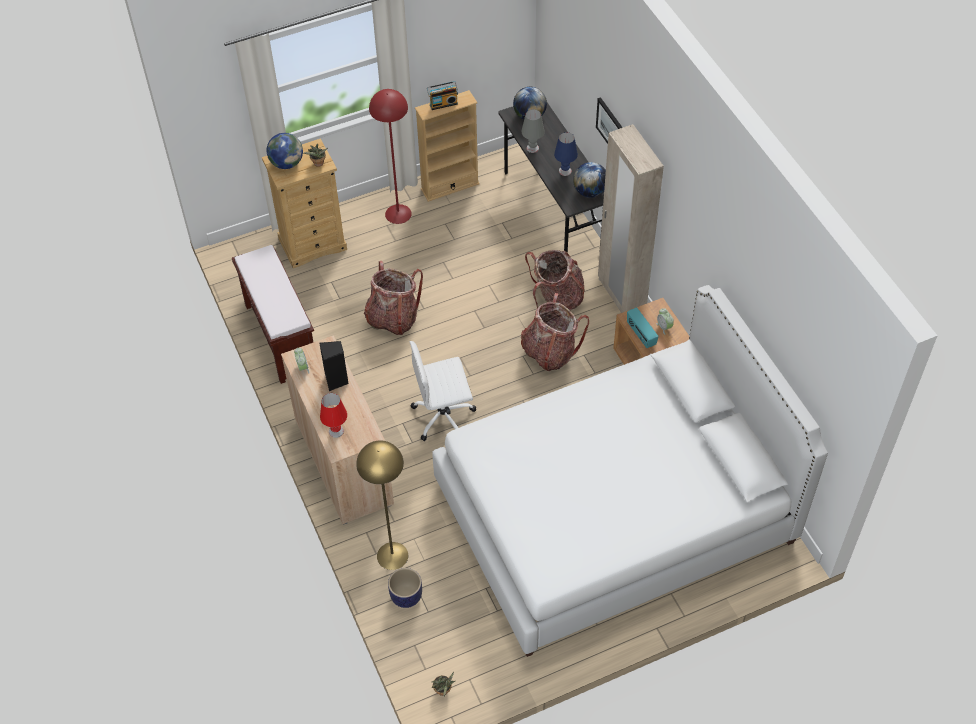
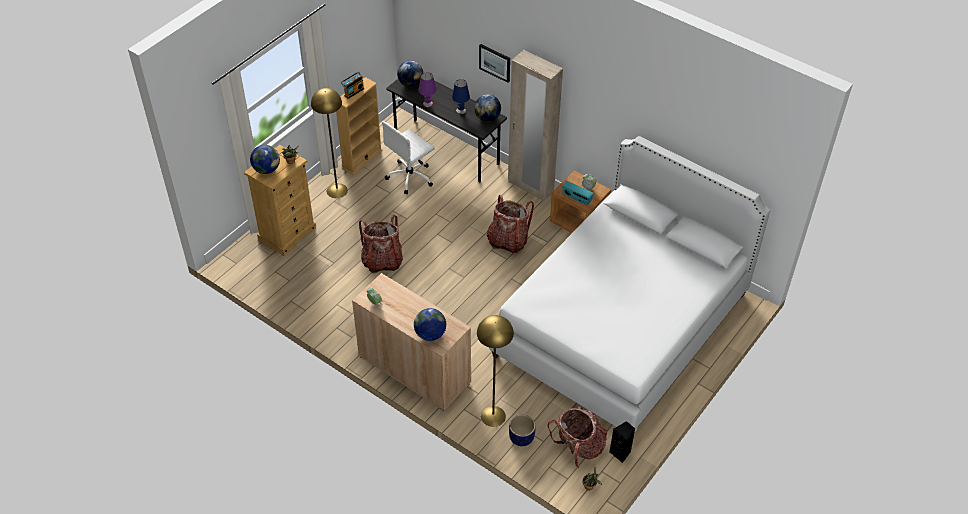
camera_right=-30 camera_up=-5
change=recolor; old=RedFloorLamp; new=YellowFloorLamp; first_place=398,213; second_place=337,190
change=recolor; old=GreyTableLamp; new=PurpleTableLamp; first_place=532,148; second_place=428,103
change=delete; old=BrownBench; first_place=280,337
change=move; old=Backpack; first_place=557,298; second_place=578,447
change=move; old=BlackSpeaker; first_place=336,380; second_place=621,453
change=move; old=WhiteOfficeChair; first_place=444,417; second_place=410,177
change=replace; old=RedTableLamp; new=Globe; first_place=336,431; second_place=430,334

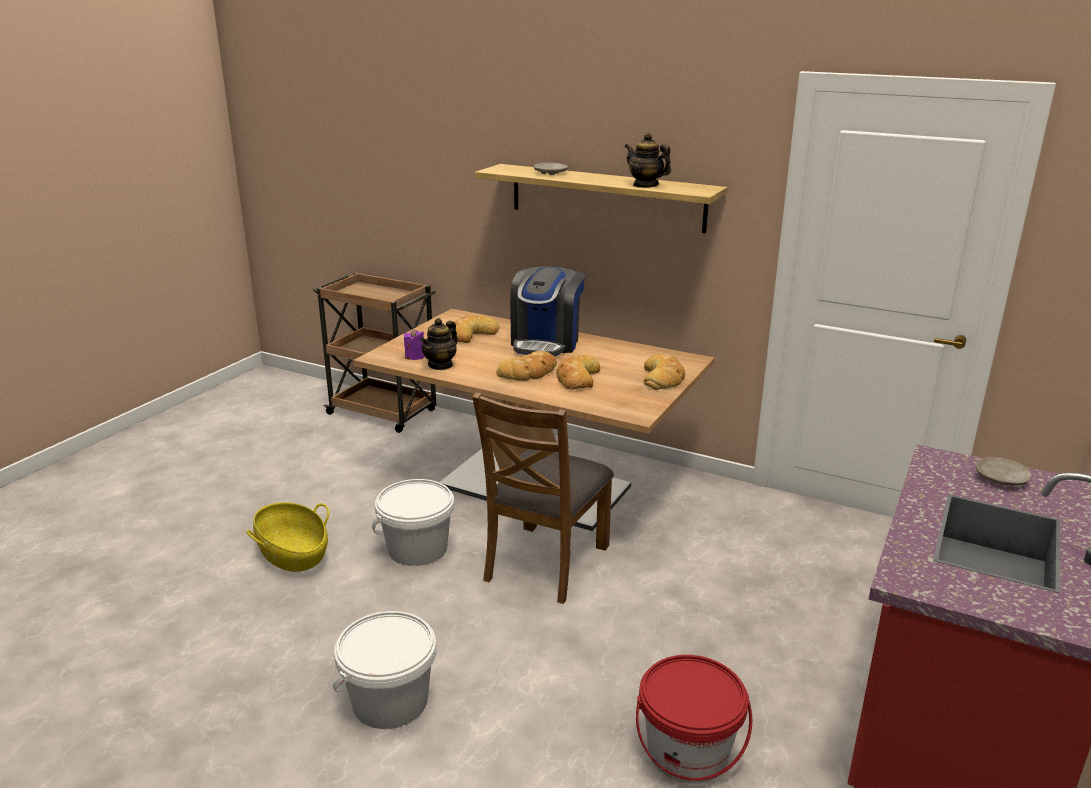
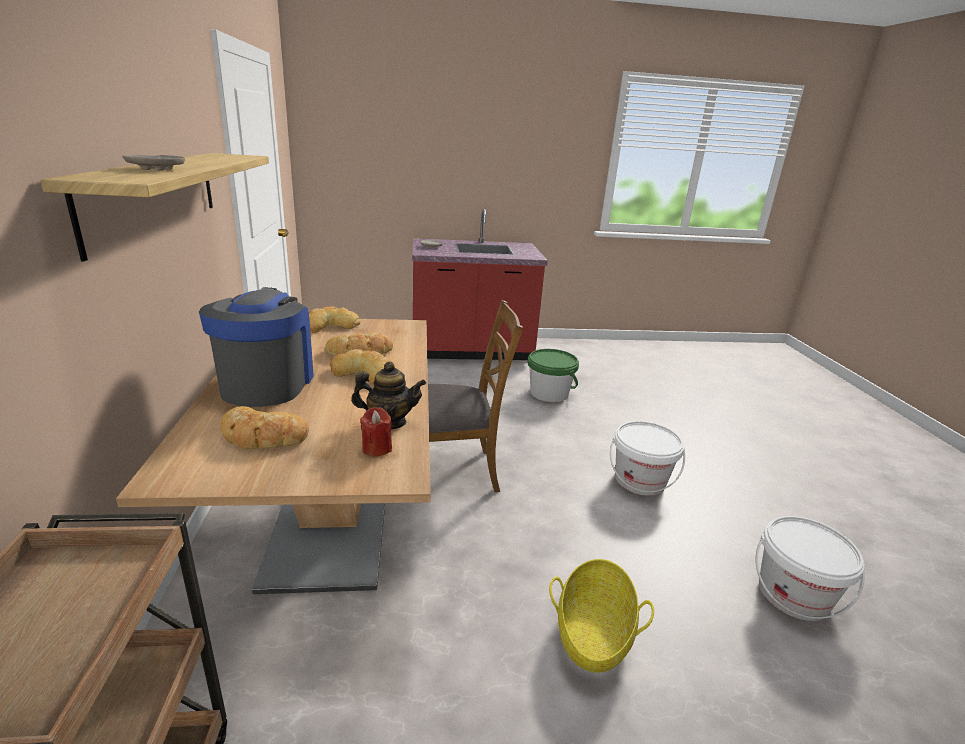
camera_right=-125 camera_up=0
change=delete; old=Teapot; first_place=645,185
change=rotate; old=CoffeeMachine; first_place=546,343; second_place=267,383; degrees=-75
change=recolor; old=PurpleCandle; new=RedCandle; first_place=415,356; second_place=377,448
change=move; old=WhiteBucket; first_place=417,549; second_place=793,595
change=recolor; old=RedBucket; new=GreenBucket; first_place=688,752; second_place=549,393

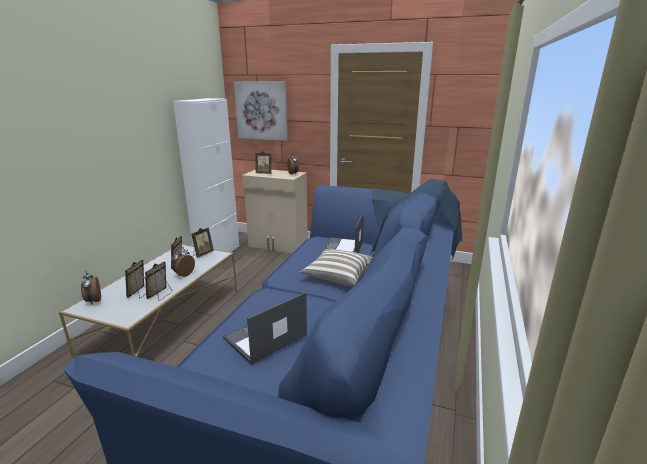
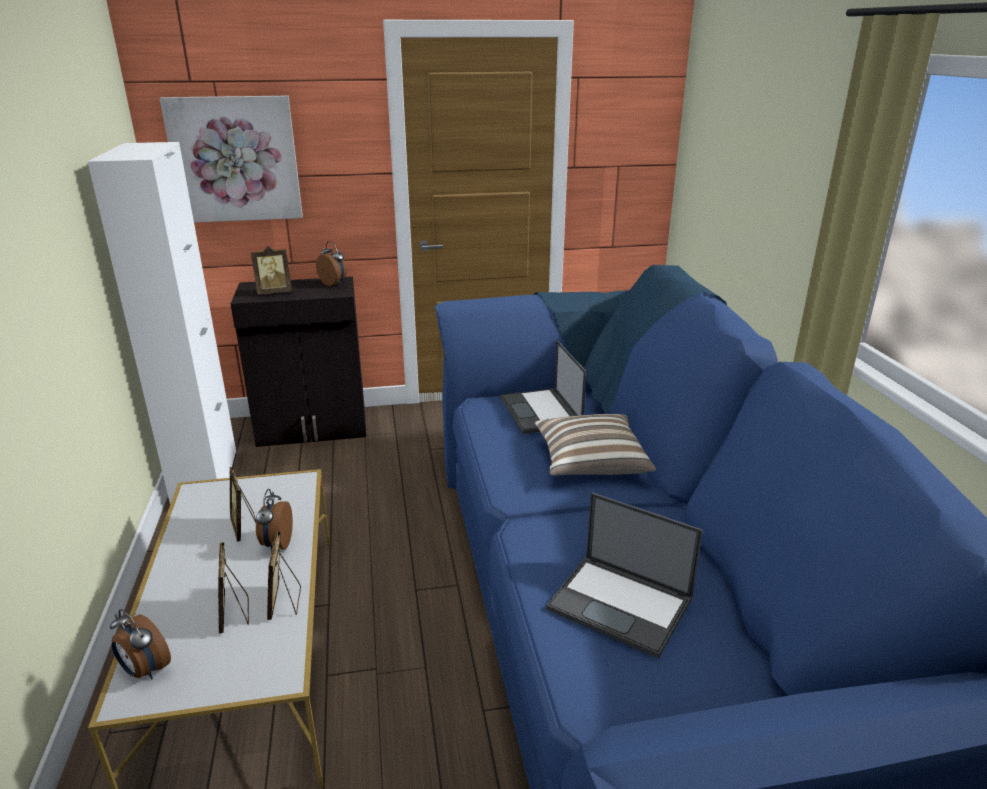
camera_right=-30 camera_up=5
change=recolor; old=BeigeCabinet; new=BlackCabinet; first_place=278,245; second_place=313,429
change=delete; old=PictureFrame; first_place=202,254
change=rotate; old=Laptop; first_place=265,337; second_place=621,604; degrees=-75

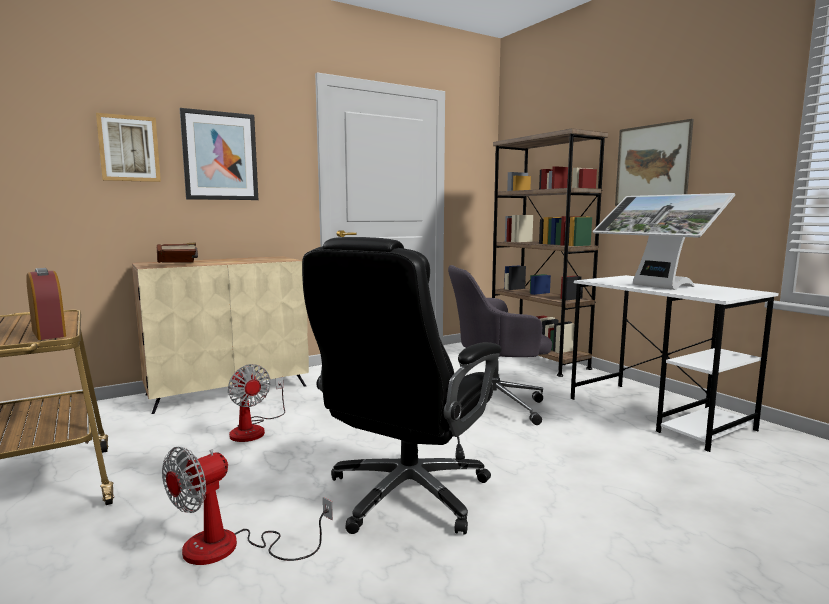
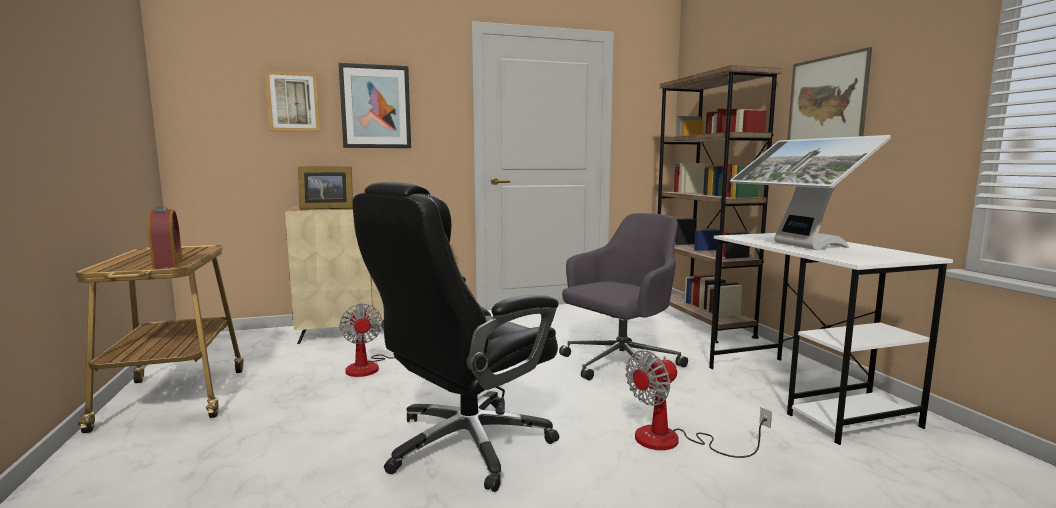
camera_right=15 camera_up=0
change=replace; old=BrownBook; new=PictureFrame; first_place=178,265; second_place=325,208
change=rotate; old=GreyOfficeChair; first_place=495,404; second_place=619,366; degrees=135
change=move; old=Fan; first_place=230,548; second_place=674,441

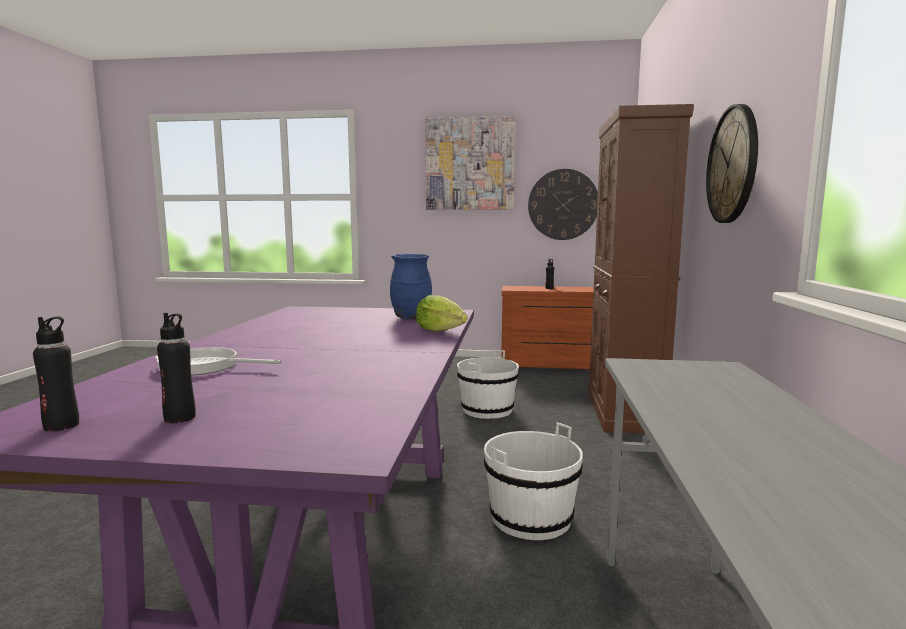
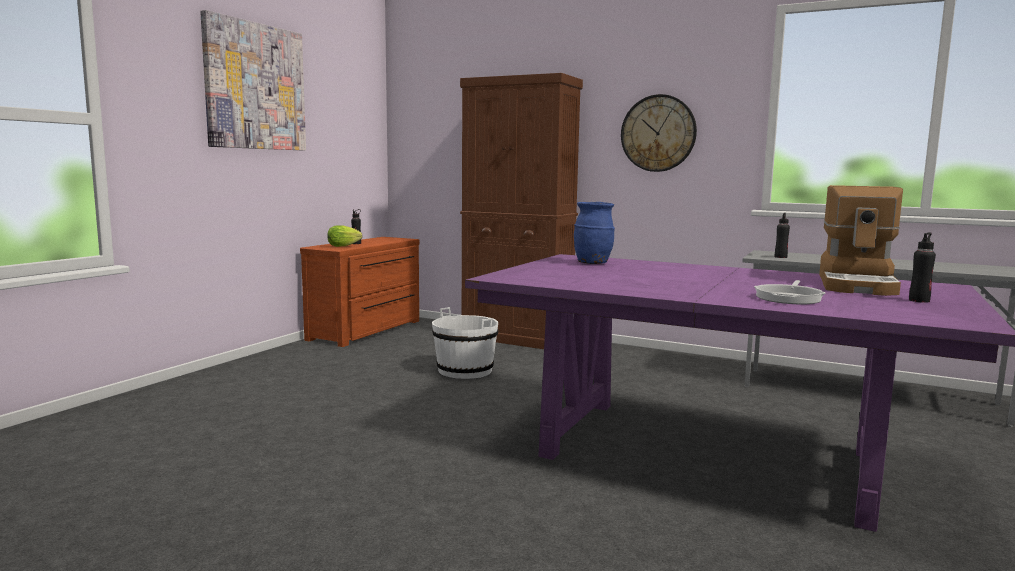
camera_right=-70 camera_up=0
change=delete; old=WallClock; first_place=563,204
change=move; old=Lettuce; first_place=440,331; second_place=343,246
change=move; old=BlackBottle; first_place=61,425; second_place=780,257
change=delete; old=WhiteBucket; first_place=531,518
change=insert; new=CoffeeMachine; second_place=858,285

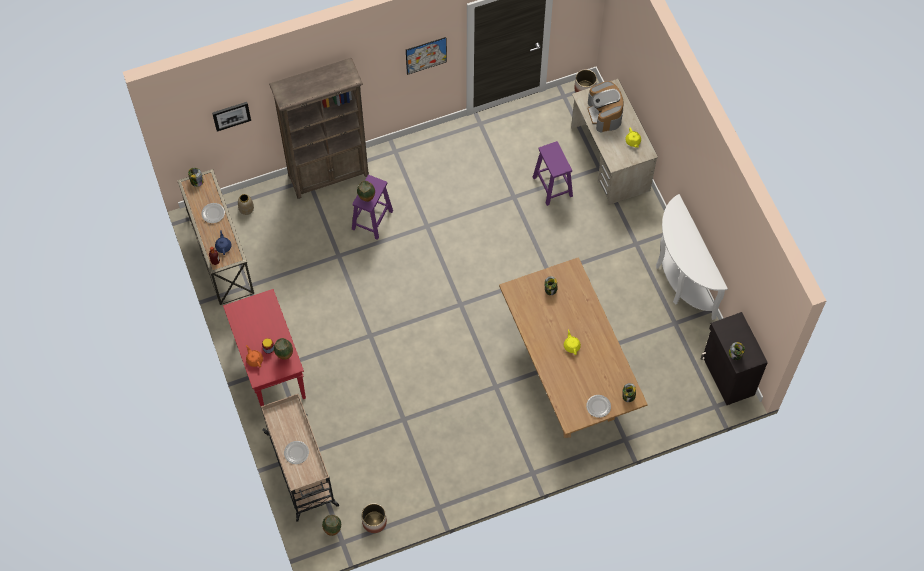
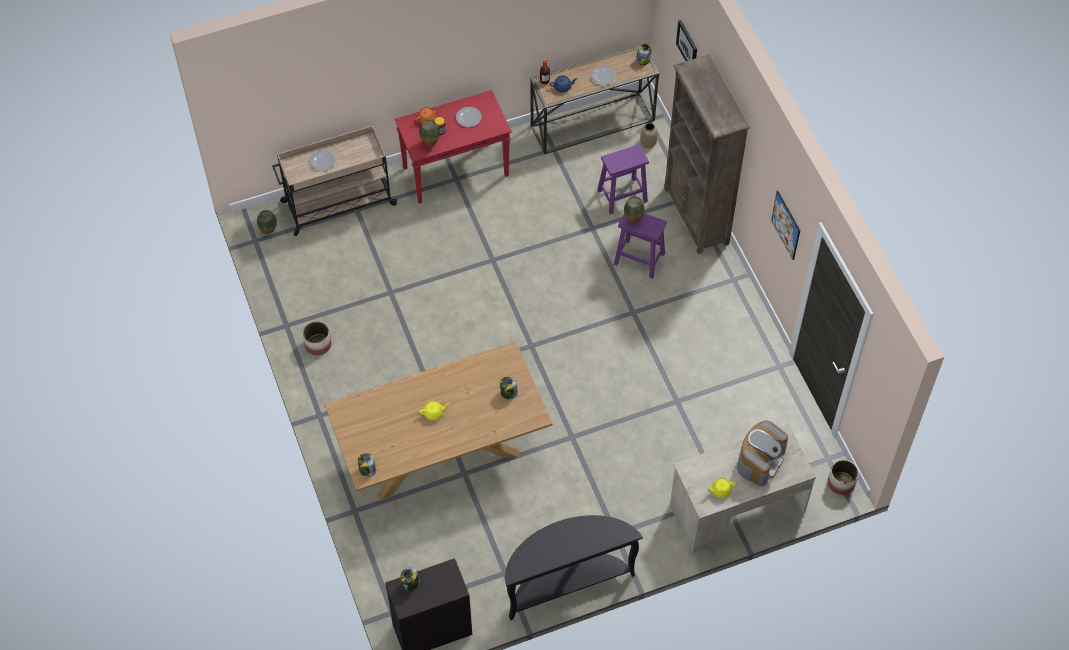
camera_right=90 camera_up=-5
change=rotate; old=CoffeeMachine; first_place=605,114; second_place=760,460; degrees=135
change=move; old=PurpleStool; first_place=552,186; second_place=623,195
change=recolor; old=WhiteConsoleTable; new=BlackConsoleTable; first_place=680,279; second_place=566,582
change=move; old=Plate; first_place=598,406; second_place=468,118
change=move; old=Planter; first_place=374,522; second_place=318,345

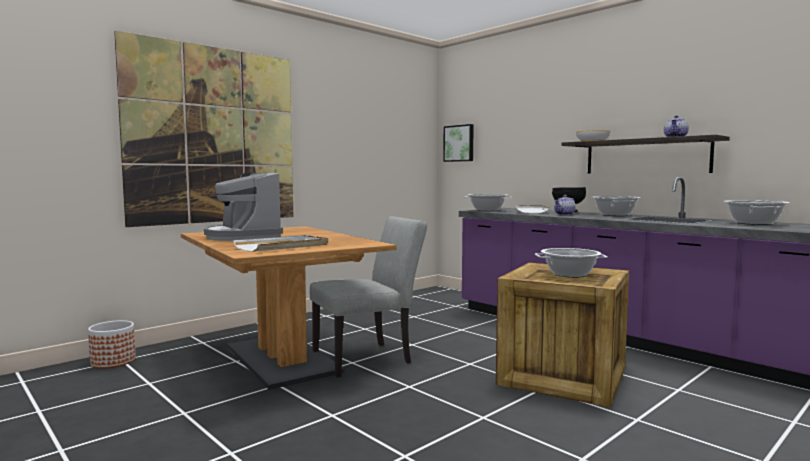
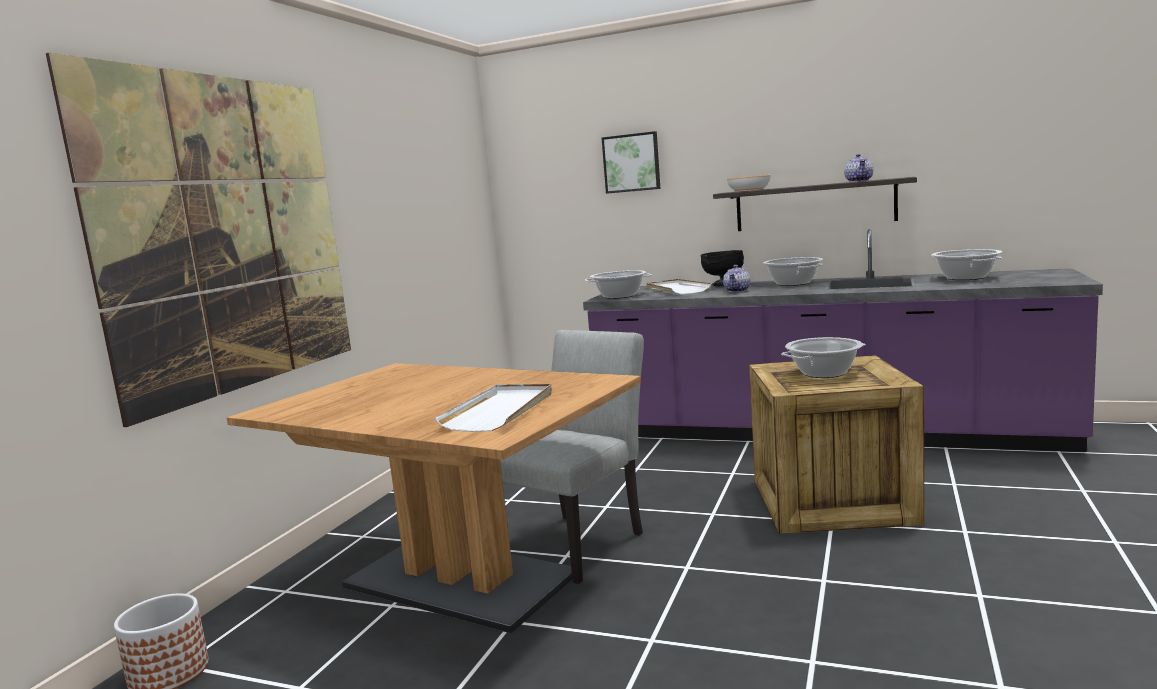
camera_right=-25 camera_up=5
change=move; old=Picture; first_place=459,143; second_place=631,163
change=delete; old=CoffeeMachine; first_place=242,236

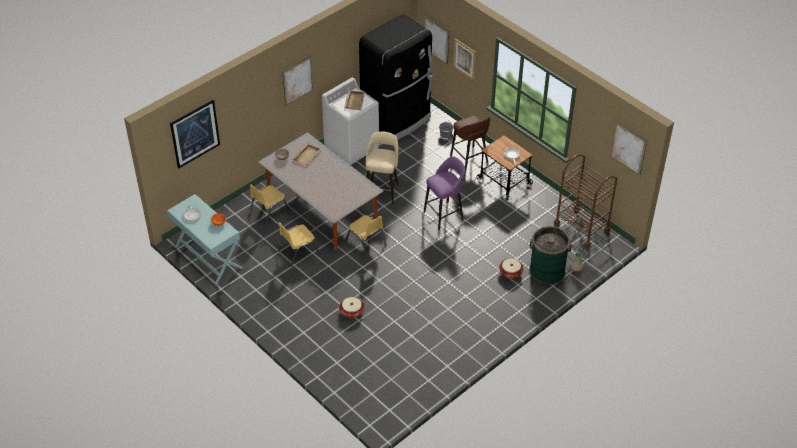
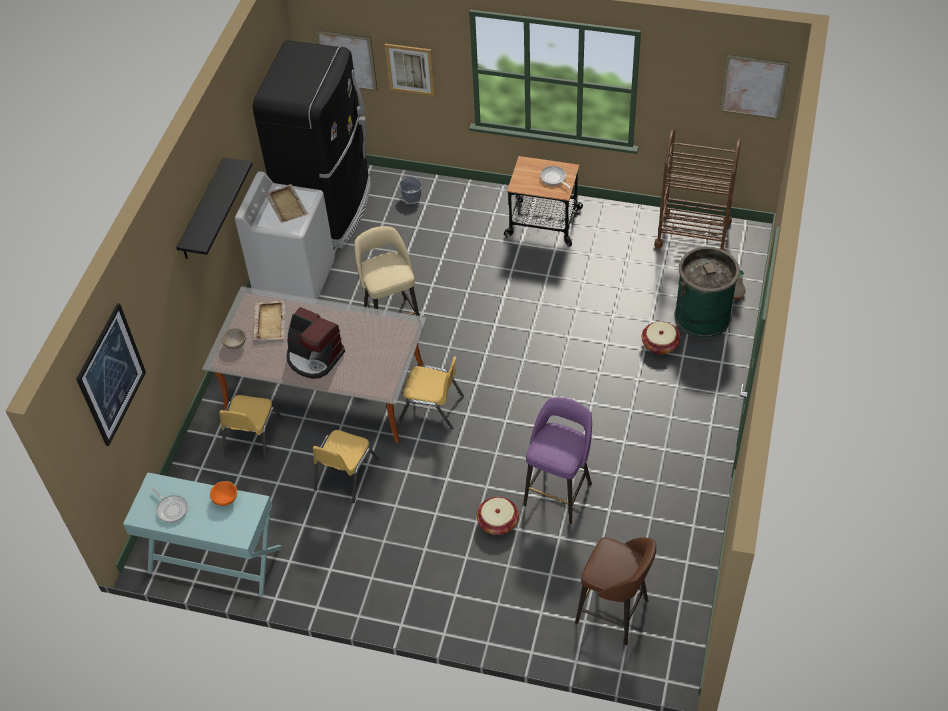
camera_right=-30 camera_up=5
change=replace; old=Picture; new=BlackShelf; first_place=298,80; second_place=203,210
change=move; old=BrownStool; first_place=469,160; second_place=614,612
change=move; old=PurpleStool; first_place=444,215; second_place=559,492
change=insert; new=CoffeeMachine; second_place=314,357

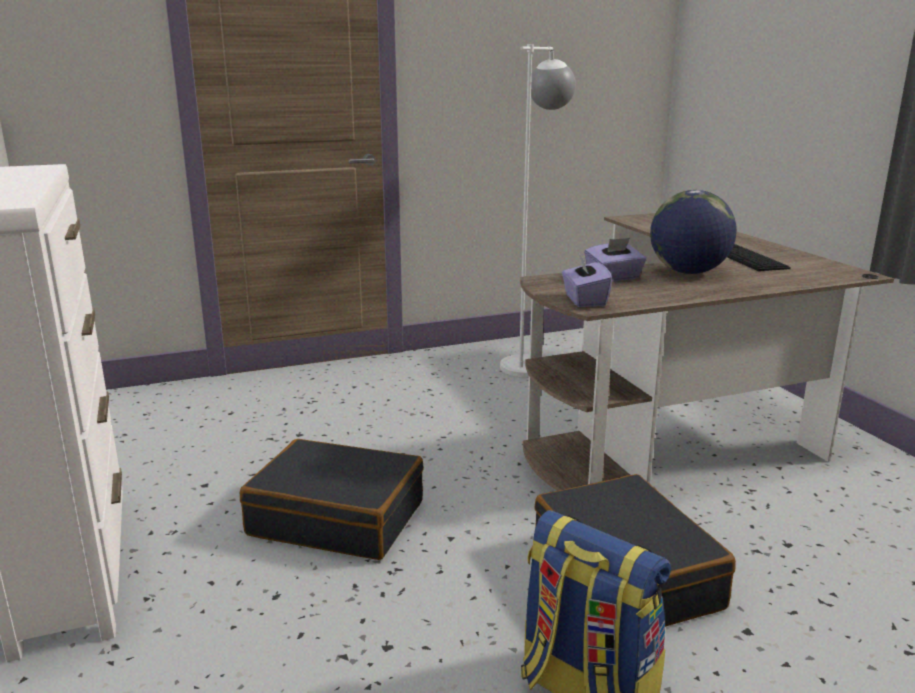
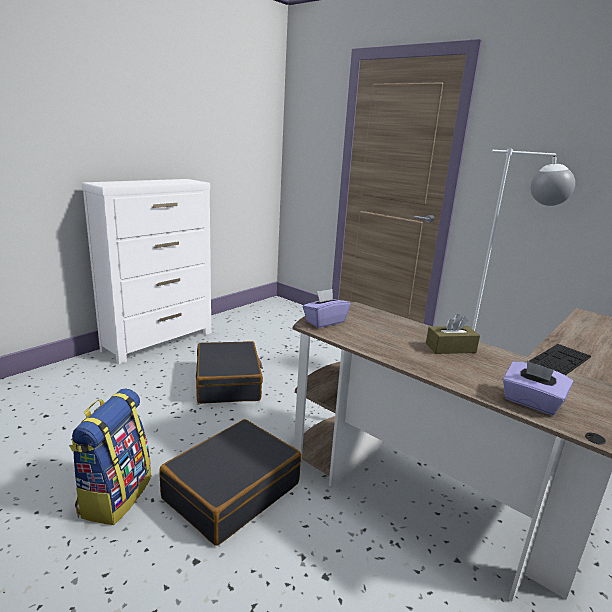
camera_right=60 camera_up=0
change=replace; old=Globe; new=BrownTissueBox; first_place=688,272; second_place=450,348
change=move; old=PurpleTissueBox; first_place=614,278; second_place=531,402

